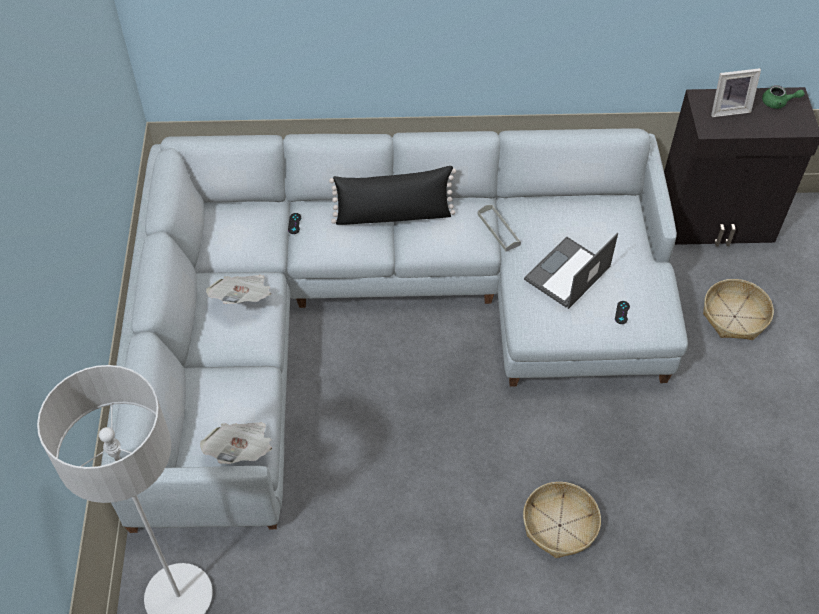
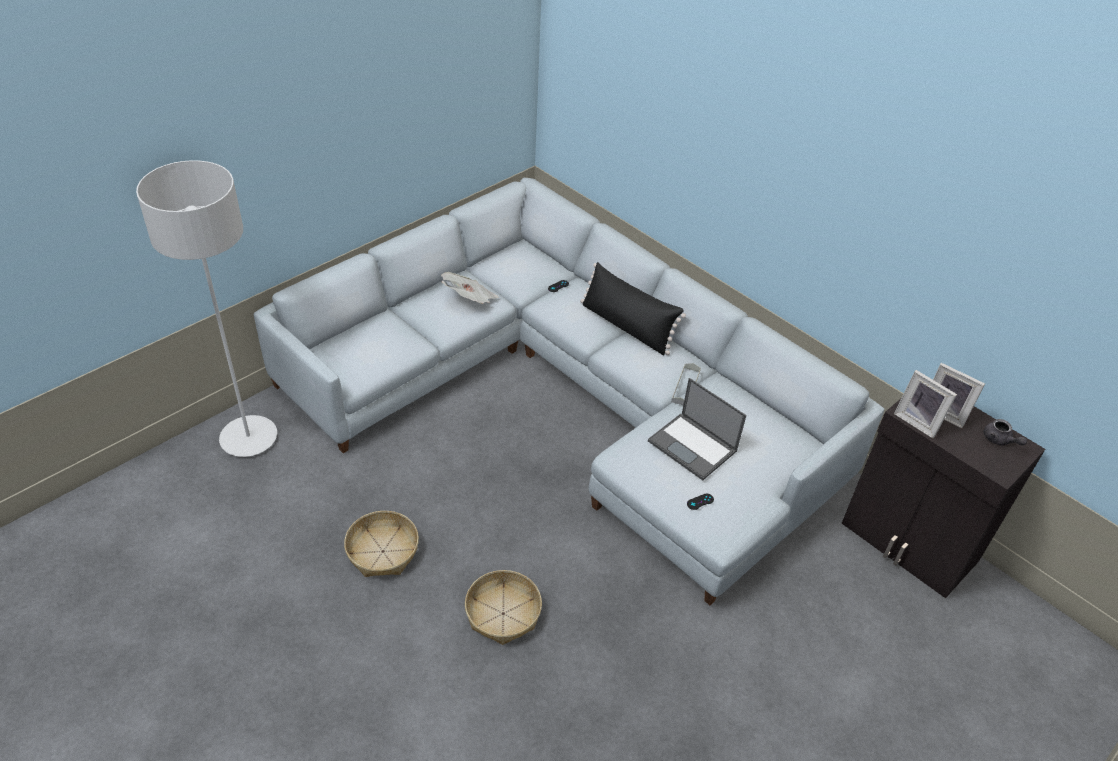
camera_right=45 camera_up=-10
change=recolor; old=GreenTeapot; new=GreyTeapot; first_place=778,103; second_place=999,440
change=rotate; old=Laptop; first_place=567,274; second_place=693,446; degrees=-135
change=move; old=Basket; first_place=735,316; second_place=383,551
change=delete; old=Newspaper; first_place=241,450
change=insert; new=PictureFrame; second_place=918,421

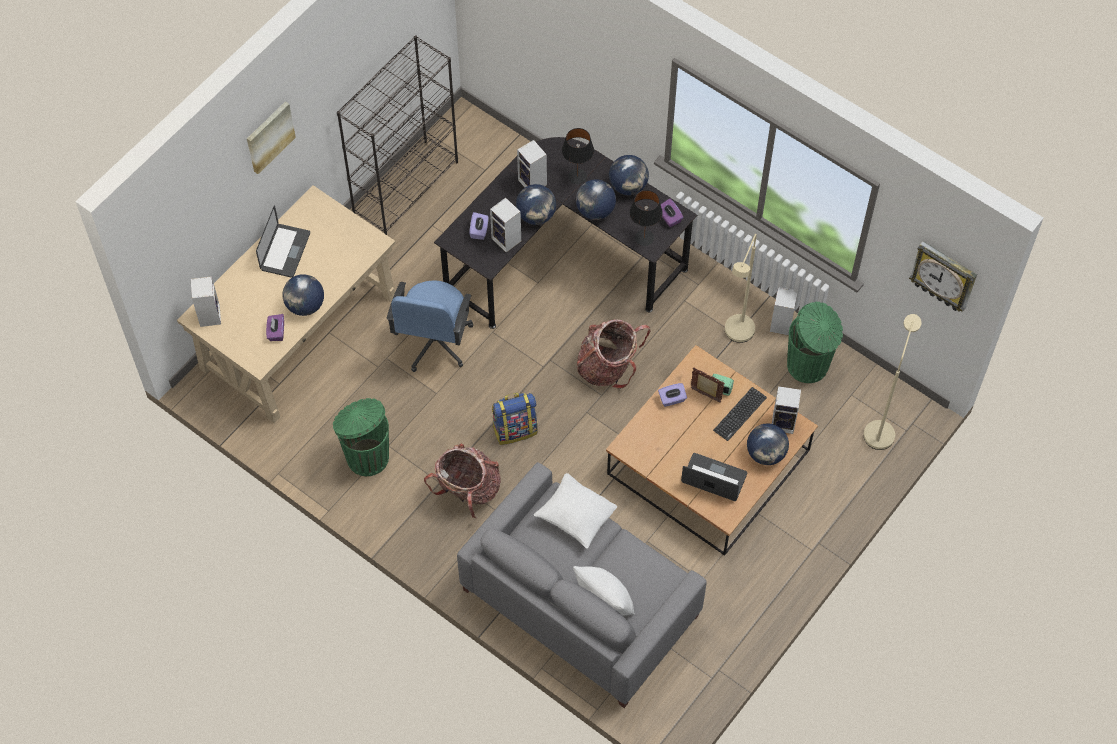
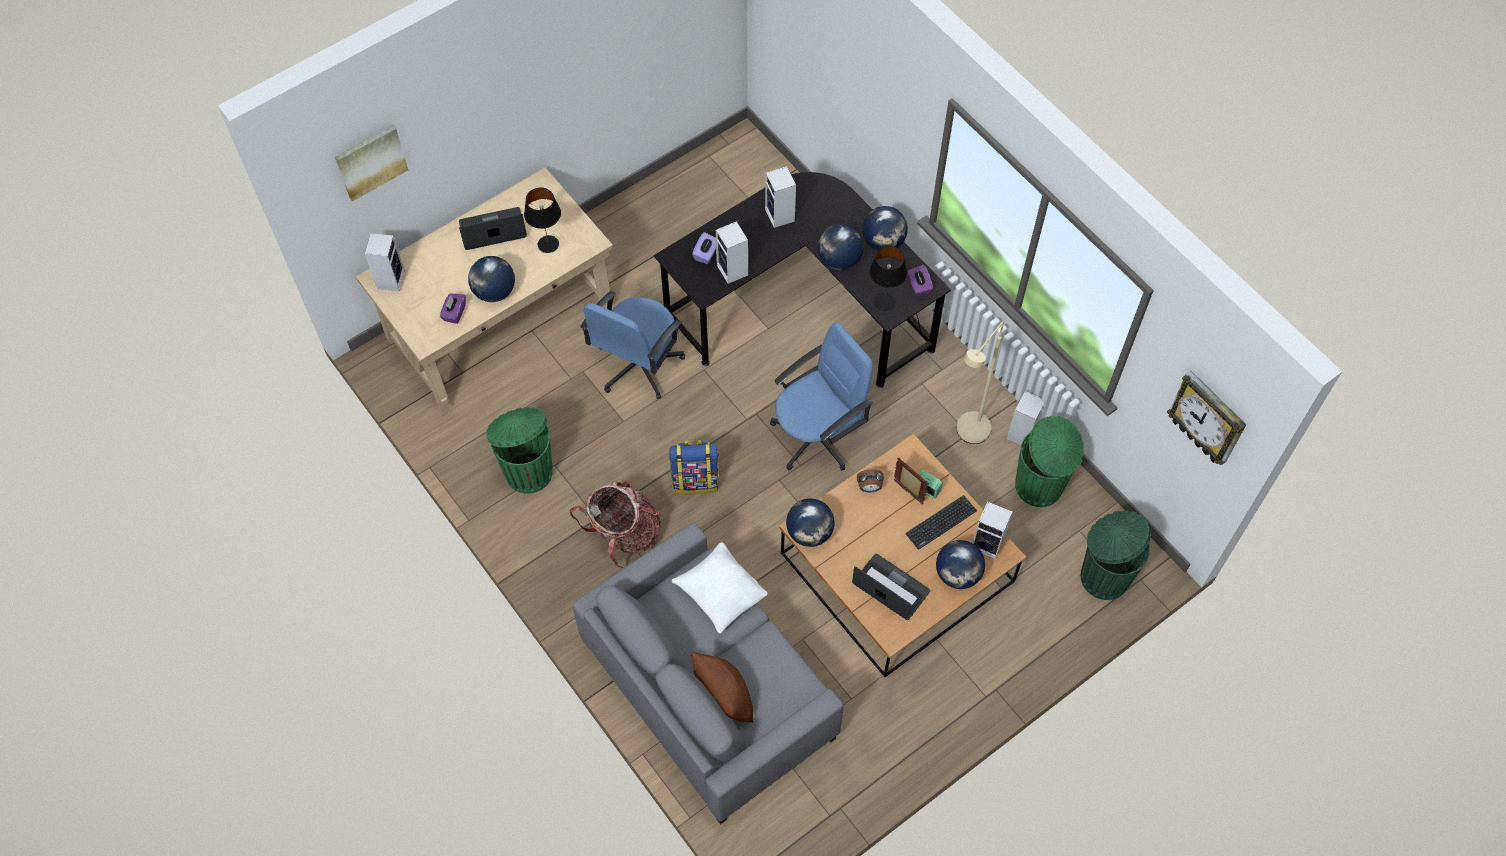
camera_right=15 camera_up=0
change=delete; old=BlackBookcase; first_place=406,187
change=move; old=Picture; first_place=269,136; second_place=370,161
change=move; old=BlackTableLamp; first_place=578,176; second_place=548,244
change=move; old=Globe; first_place=536,215; second_place=809,533
change=rotate; old=Laptop; first_place=285,251; second_place=493,230; degrees=-135
change=replace; old=BeigeFloorLamp; new=GreenTrashCan; first_place=881,428; second_place=1103,576
change=replace; old=Backpack; new=BlueOfficeChair; first_place=608,367; second_place=817,436
change=replace; old=PurpleTissueBox; new=AlarmClock; first_place=672,399; second_place=869,488
change=recolor; old=WhitePillow; new=BrownPillow; first_place=604,600; second_place=724,697

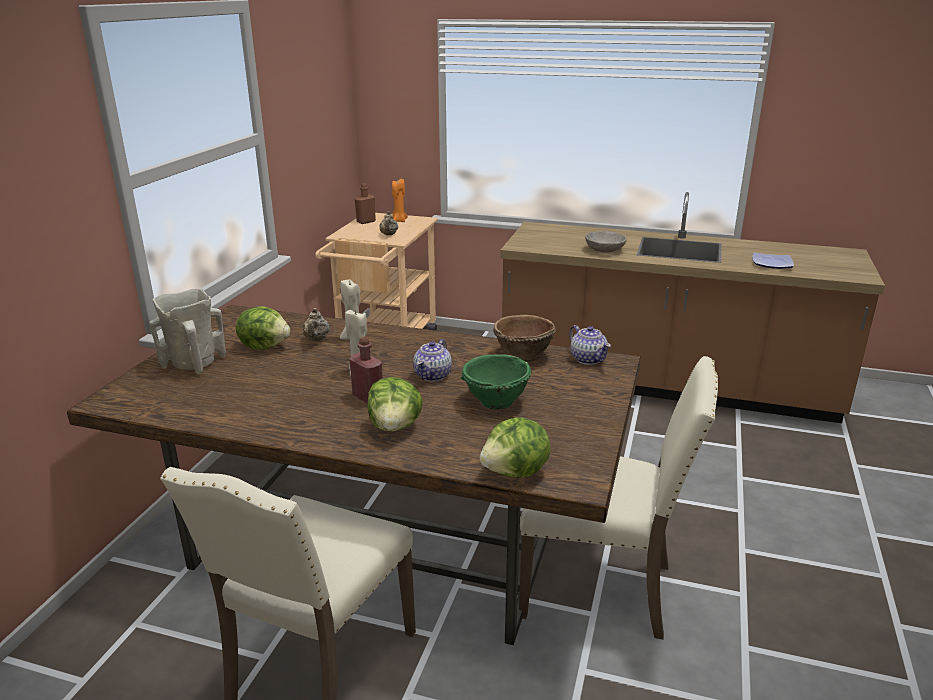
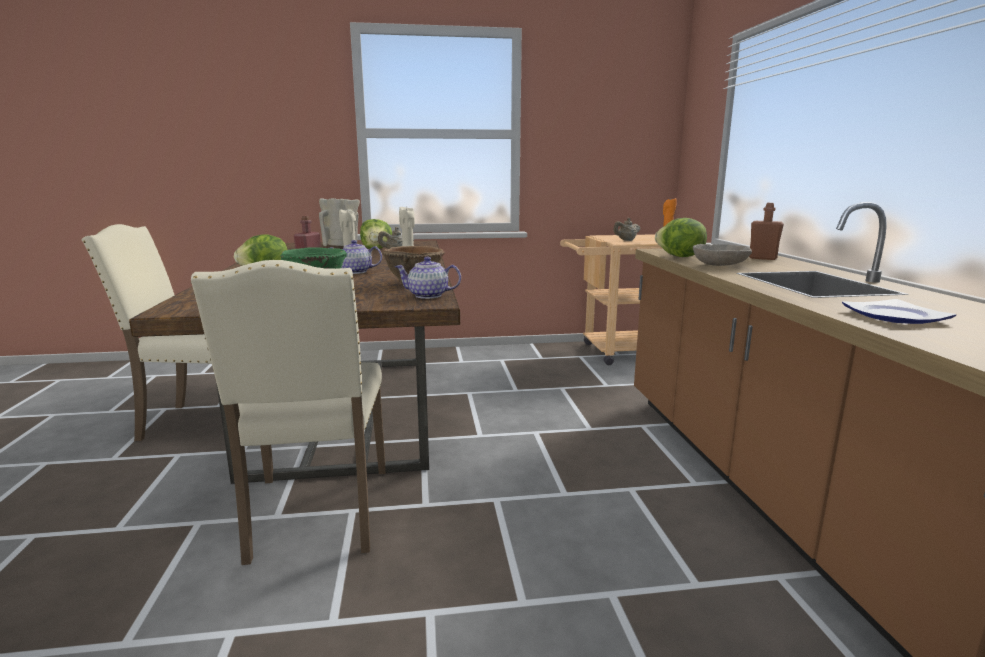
camera_right=65 camera_up=-10
change=move; old=BrownBottle; first_place=366,221; second_place=762,258
change=rotate; old=Teapot; first_place=588,359; second_place=428,295; degrees=60
change=move; old=Lettuce; first_place=516,472; second_place=679,257

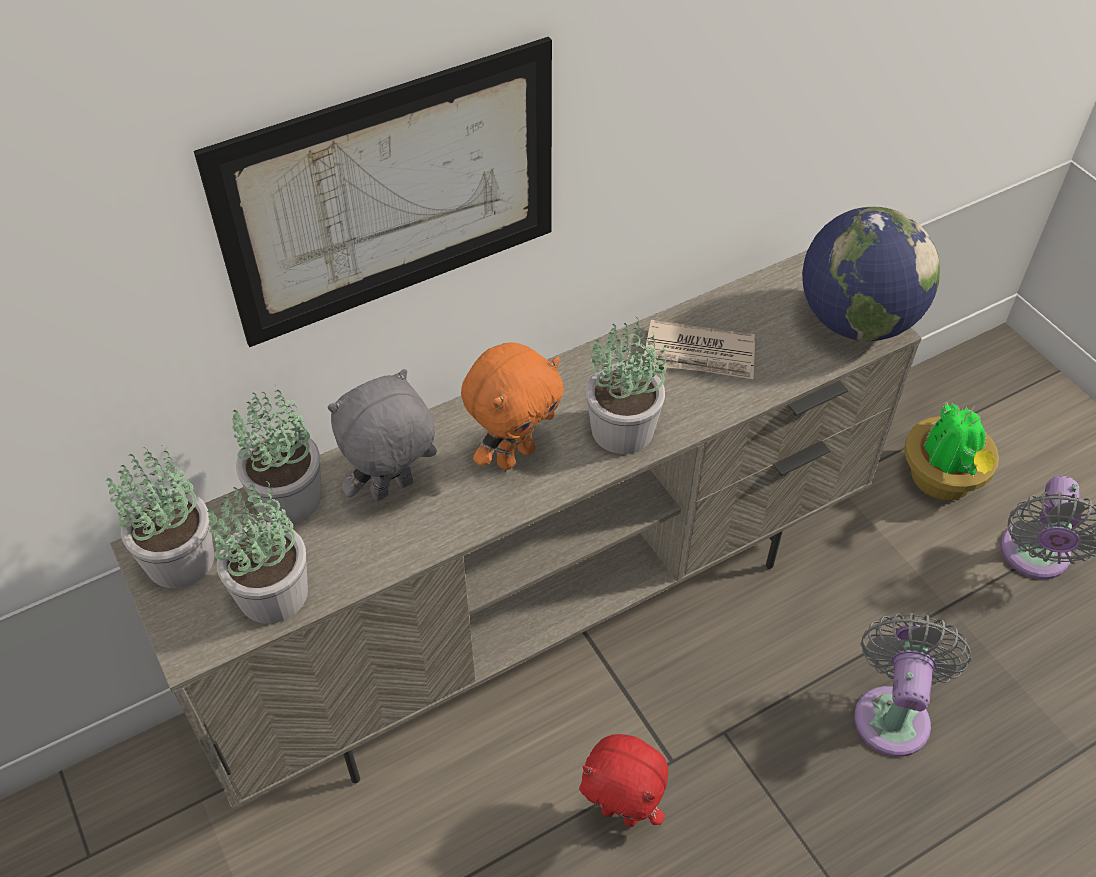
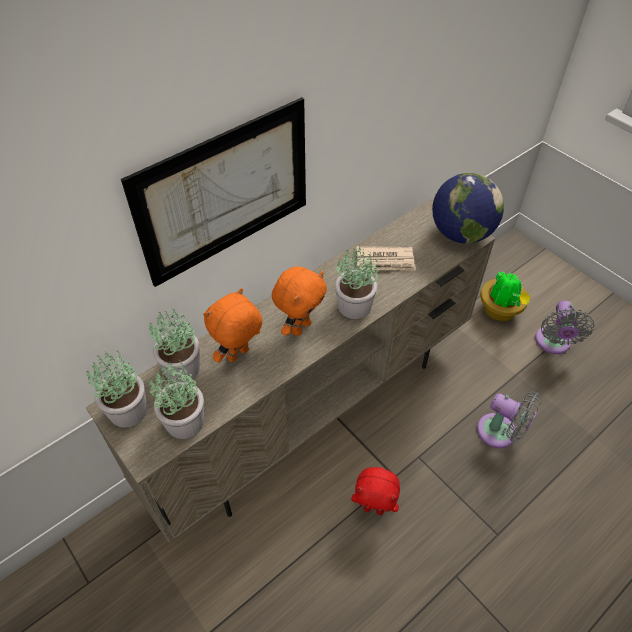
camera_right=-10 camera_up=0
change=recolor; old=GreyPlushToy; new=OrangePlushToy; first_place=393,491; second_place=239,355
change=rotate; old=GreyFan; first_place=892,713; second_place=500,433; degrees=120

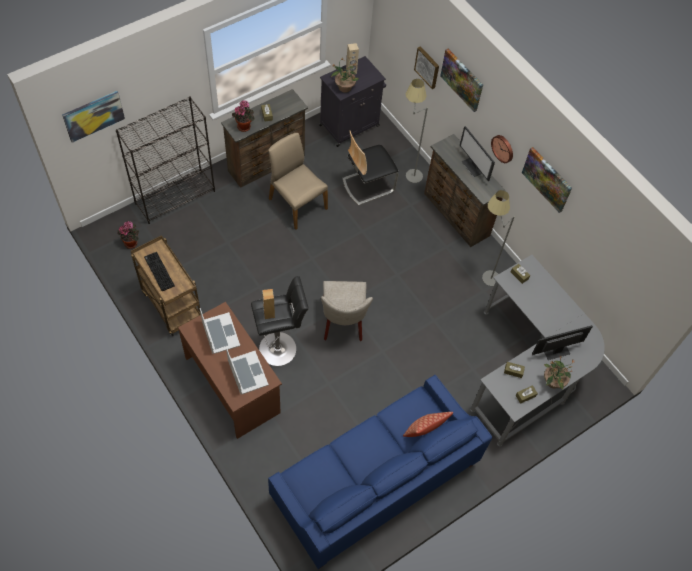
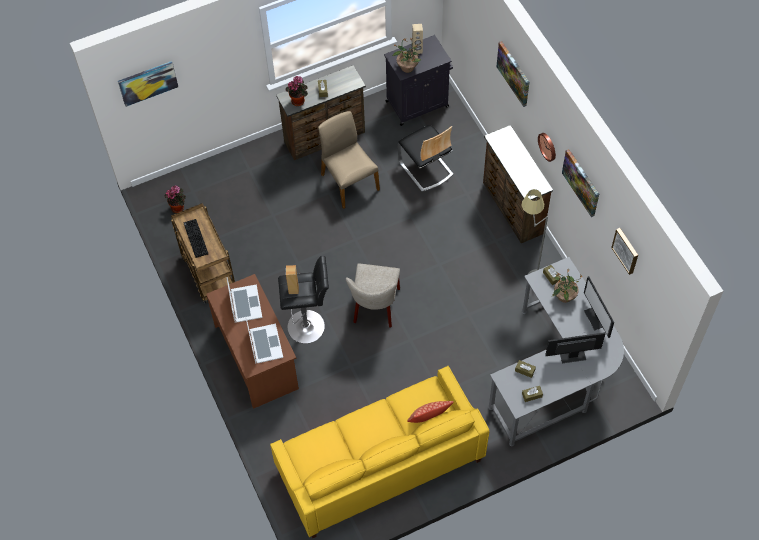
camera_right=15 camera_up=0
change=move; old=Picture; first_place=427,67; second_place=626,250
change=delete; old=GreyFloorLamp; first_place=408,171
change=delete; old=BlackBookcase; first_place=175,197
change=move; old=Monitor; first_place=473,166; second_place=596,318
change=rotate; old=Chair; first_place=368,185; second_place=425,168; degrees=-105
change=move; old=PottedPlant; first_place=553,382; second_place=564,296
change=recolor; old=BlueSofa; new=YellowSofa; first_place=374,481; second_place=379,464

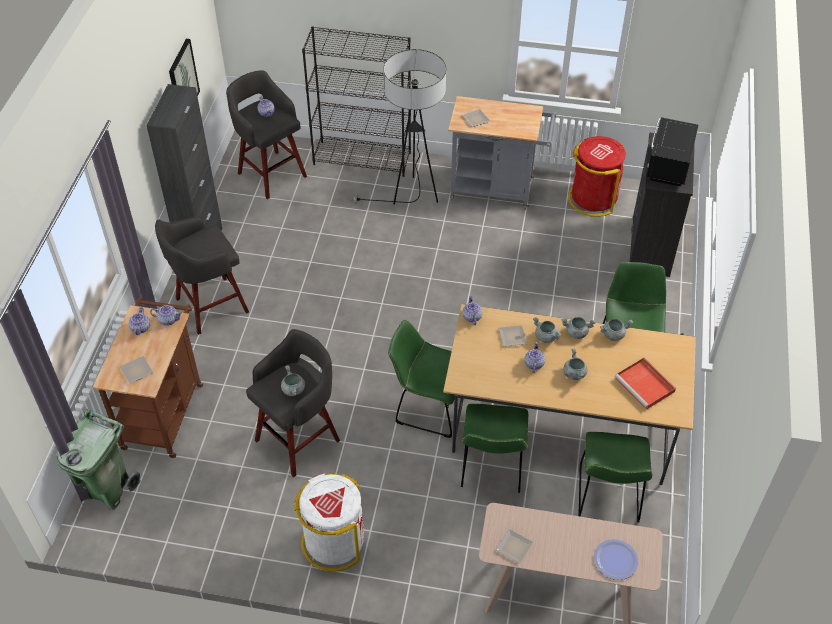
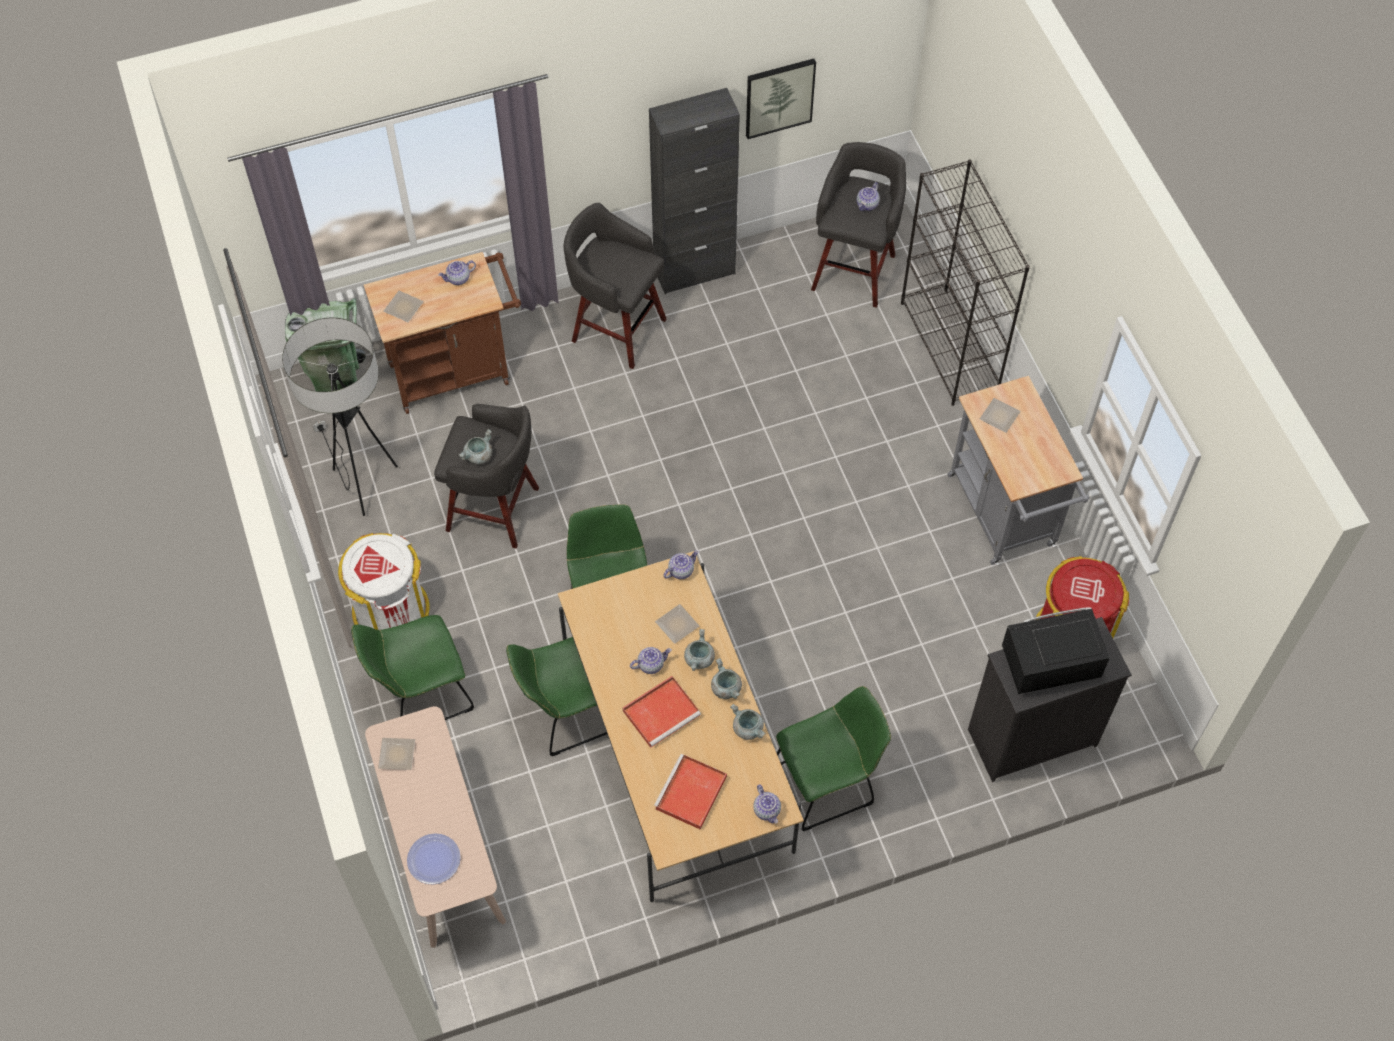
camera_right=60 camera_up=10
change=move; old=FloorLamp; first_place=412,197; second_place=363,484
change=move; old=Teapot; first_place=168,320; second_place=767,810
change=replace; old=GreyCookingPot; new=RedTray; first_place=574,373; second_place=662,712
change=move; old=GreenChair; first_place=608,497; second_place=420,694

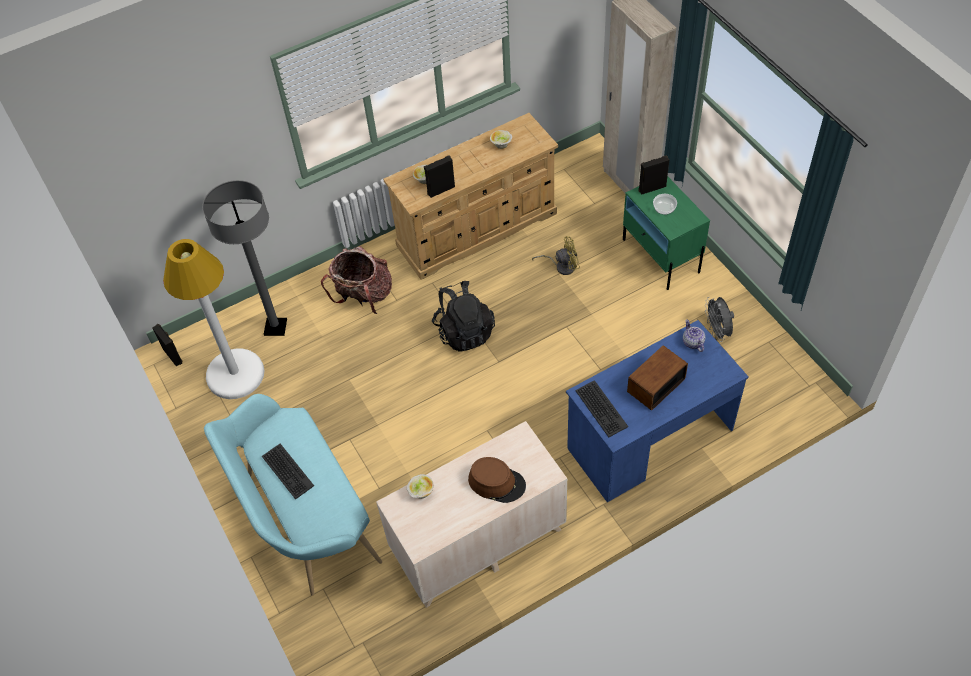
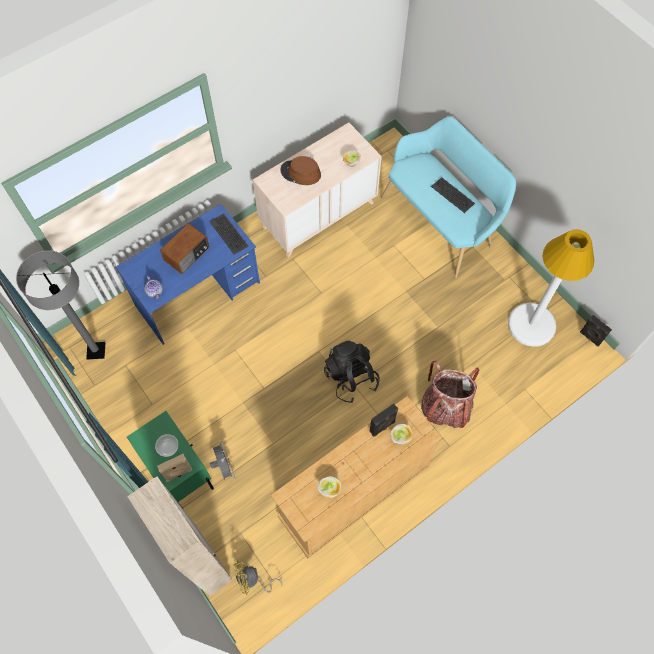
camera_right=170 camera_up=10
change=recolor; old=BlackSpeaker; new=BeigeSpeaker; first_place=651,187; second_place=178,473
change=move; old=GreyFloorLamp; first_place=275,327; second_place=96,351
change=move; old=YellowFan; first_place=561,266; second_place=252,581
change=move; old=GreyFan; first_place=717,331; second_place=224,466

